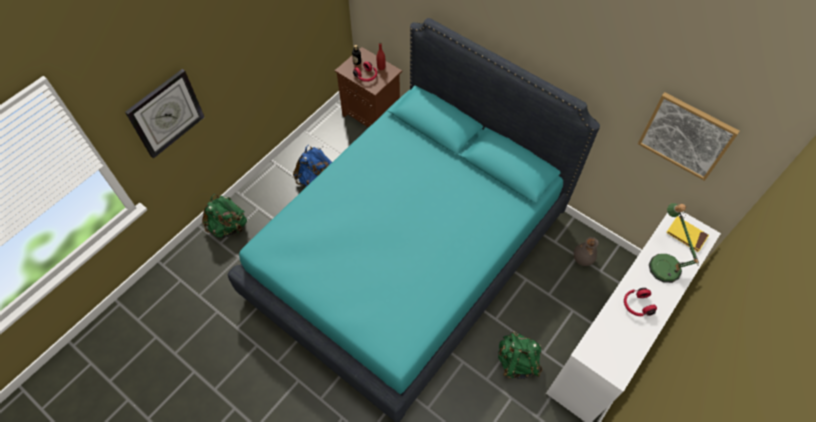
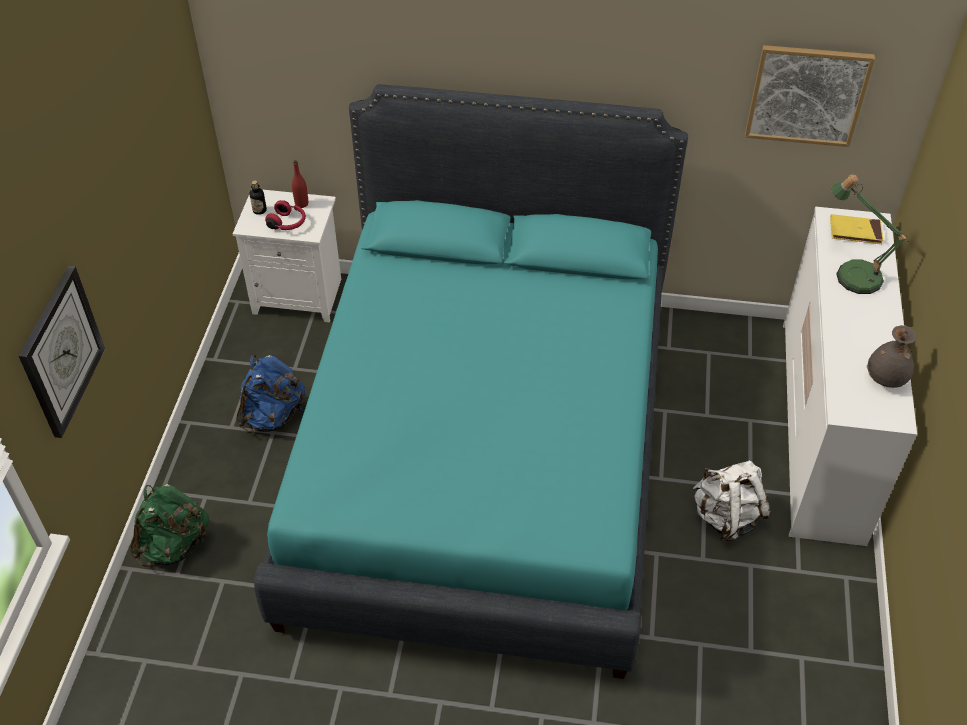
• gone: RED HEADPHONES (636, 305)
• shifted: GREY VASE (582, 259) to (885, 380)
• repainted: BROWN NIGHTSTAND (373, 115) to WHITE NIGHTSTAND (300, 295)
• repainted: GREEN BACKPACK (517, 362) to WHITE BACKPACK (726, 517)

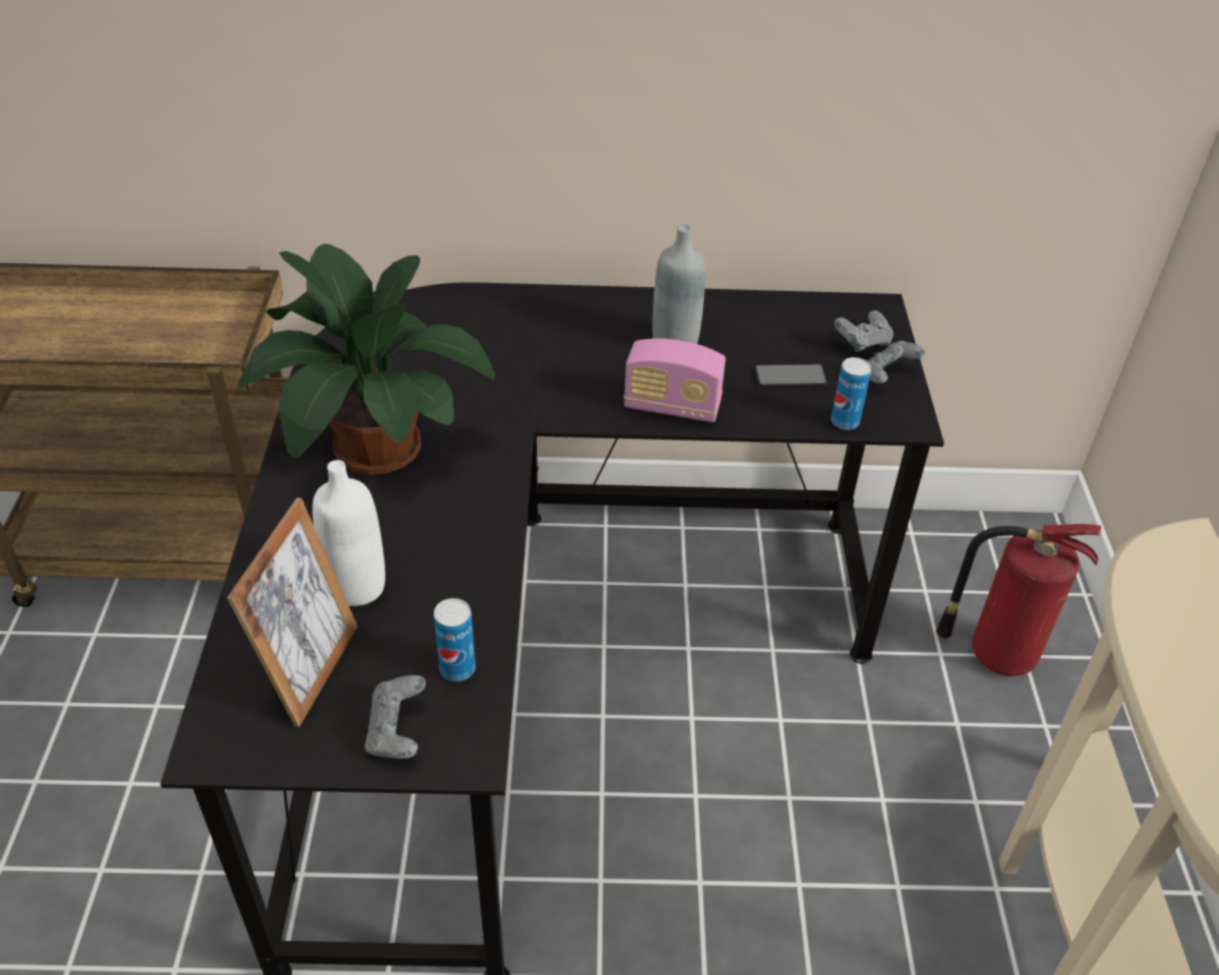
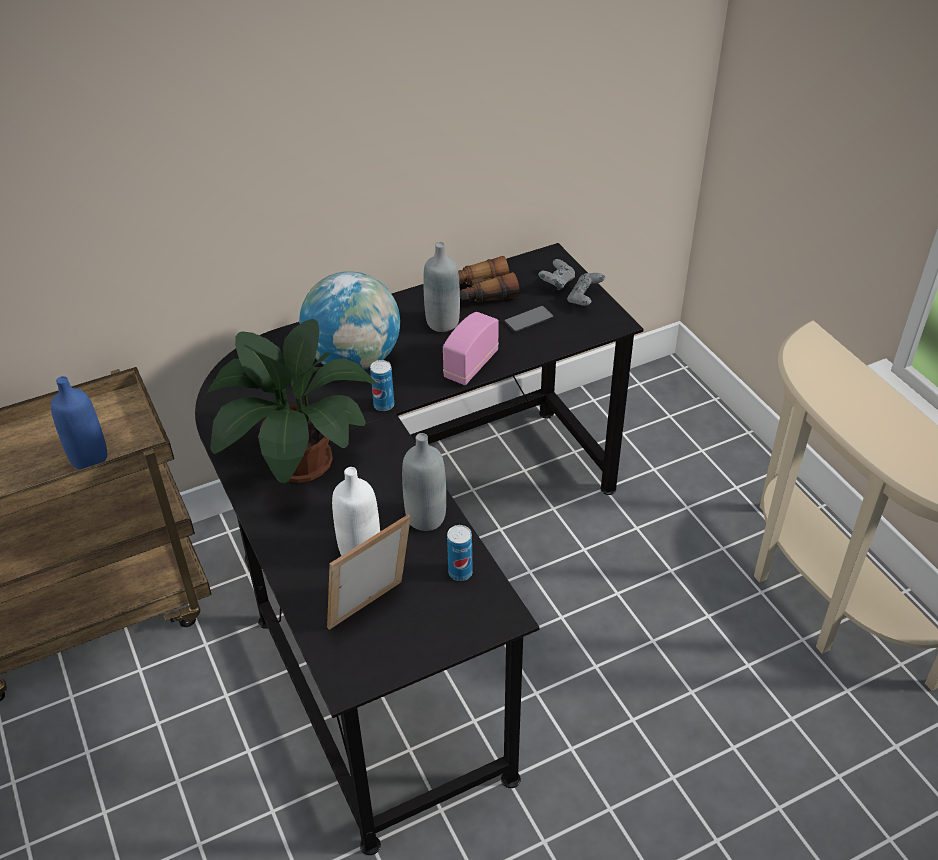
• gone: GREY GAME CONTROLLER (397, 732)
• gone: FIRE EXTINGUISHER (997, 652)
• new: BLUE BOTTLE (89, 459)
• new: GLOBE (354, 360)
• new: GREY BOTTLE (426, 517)
• new: BINOCULARS (481, 292)
• shifted: CAN (845, 422) to (384, 405)
• rotated: PICTURE FRAME (311, 670) = (372, 612) 120 degrees counterclockwise
• rotated: RADIO (672, 407) = (471, 365) 135 degrees clockwise

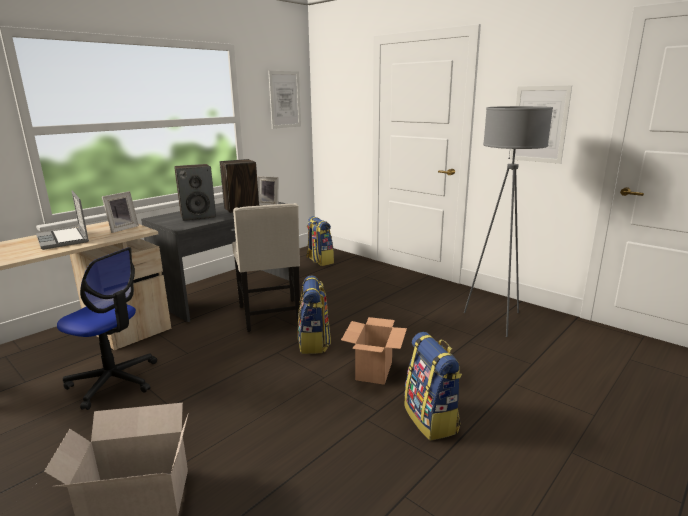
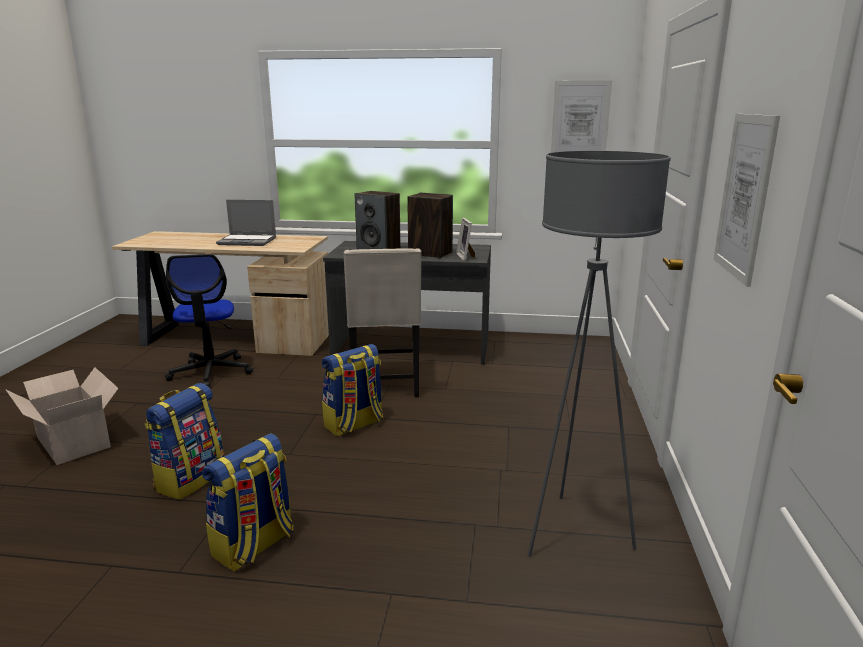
• gone: PICTURE FRAME (122, 228)
• gone: CARDBOARD BOX (374, 370)
• shifted: BACKPACK (319, 261) to (190, 479)
• rotated: LAPTOP (64, 239) = (248, 241) 105 degrees counterclockwise
• rotated: BEIGE CHAIR (271, 316) = (385, 384) 45 degrees counterclockwise

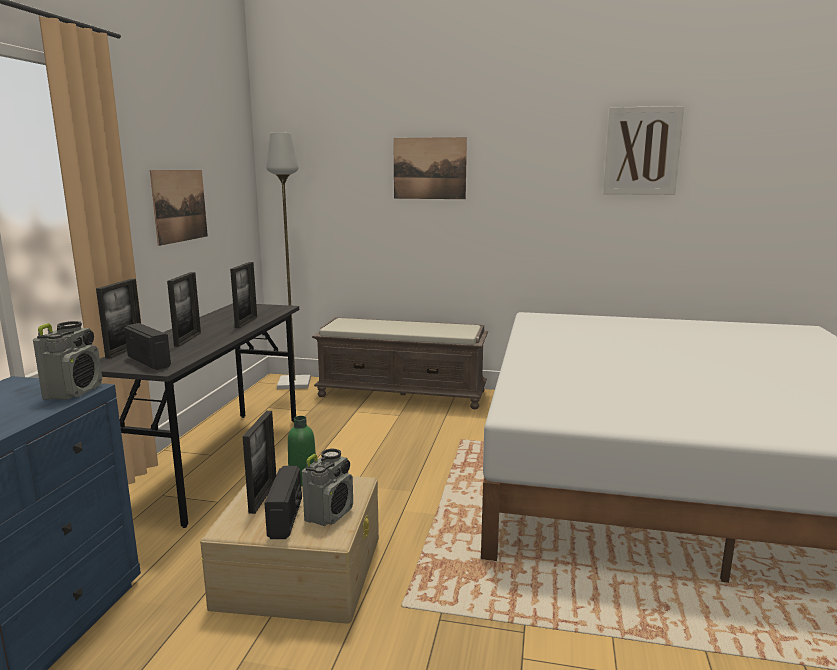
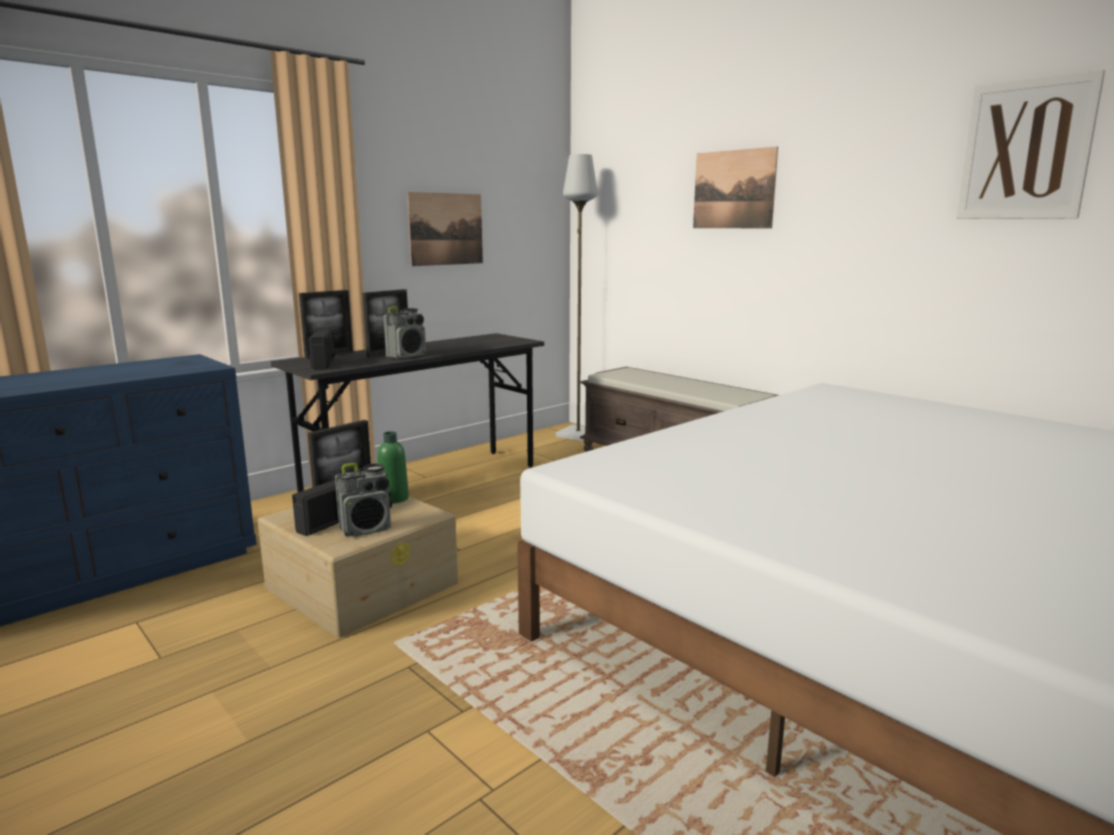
• gone: PICTURE FRAME (246, 322)
• shifted: RADIO (74, 391) to (407, 356)

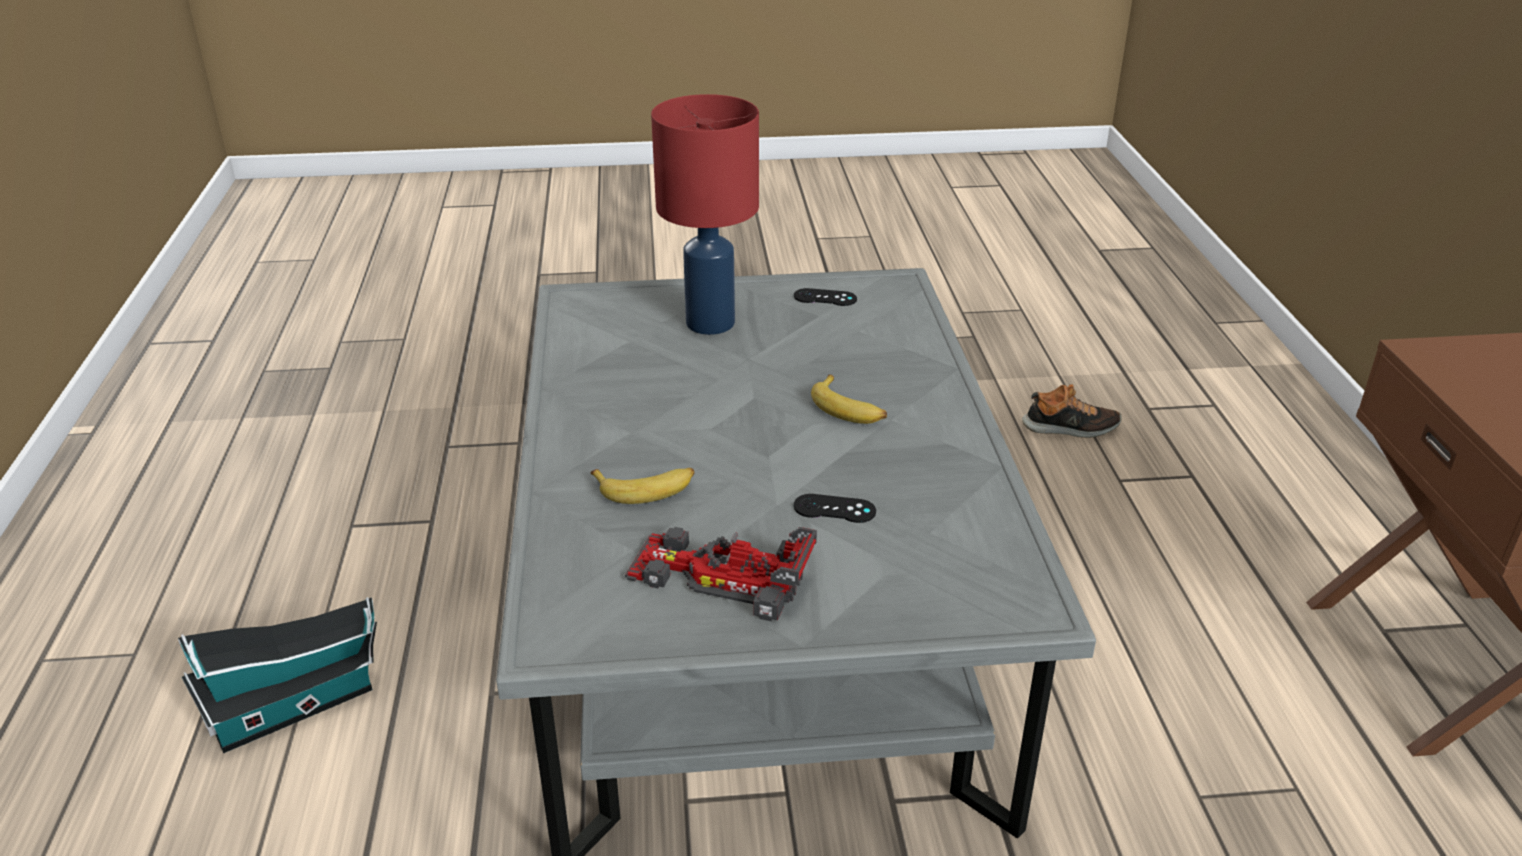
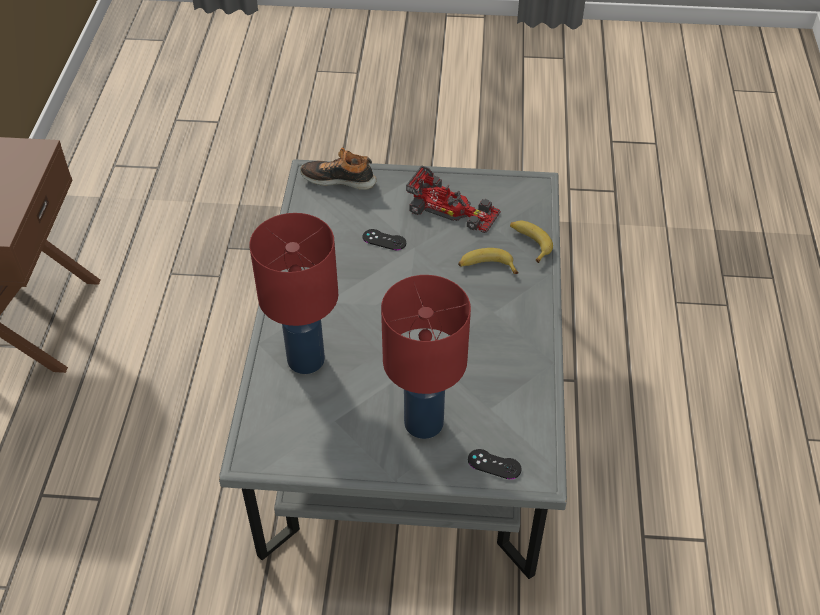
• gone: TOY HOUSE (300, 706)
• new: RED TABLE LAMP (307, 359)
• shifted: BLACK GAME CONTROLLER (825, 298) to (494, 464)
• shifted: BANANA (848, 409) to (529, 243)
• shifted: SHOE (1070, 428) to (339, 179)

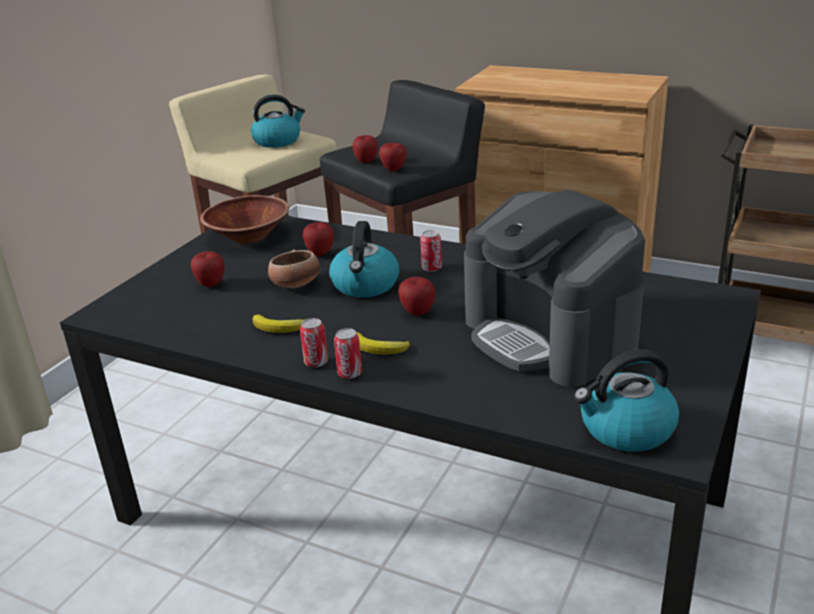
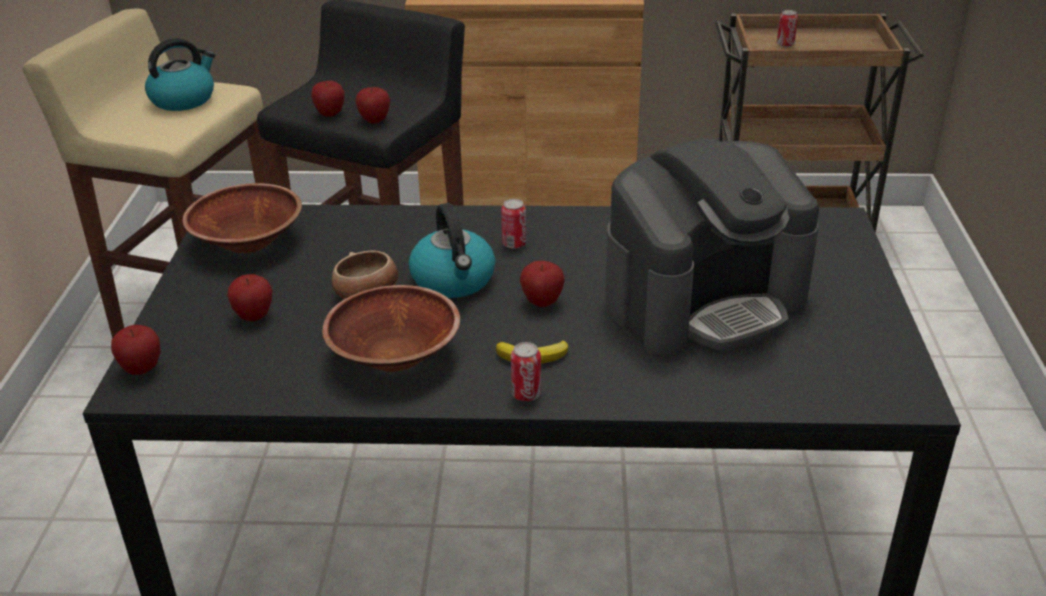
• gone: KETTLE (625, 429)
• shifted: CAN (316, 362) to (785, 45)
• shifted: APPLE (320, 253) to (142, 369)
• swapped: BANANA (280, 328) to BROWN BOWL (395, 356)
• rotated: COFFEE MACHINE (550, 336) = (704, 301) 60 degrees counterclockwise

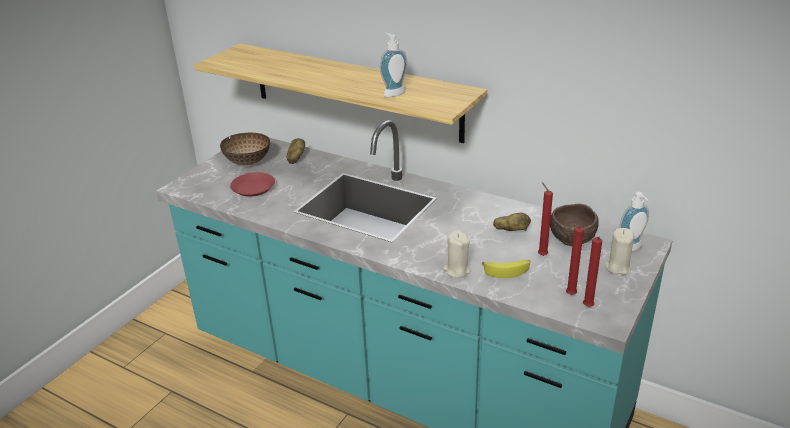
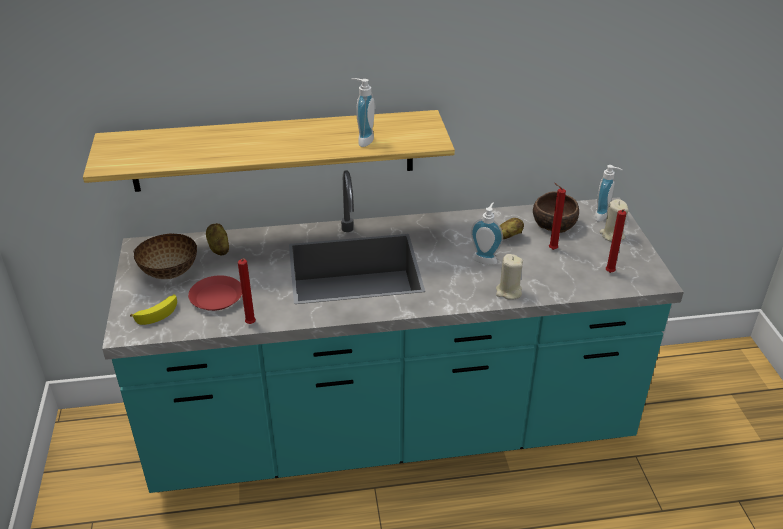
• new: SOAP DISPENSER (485, 259)
• shifted: BANANA (507, 270) to (158, 312)
• shifted: RED CANDLE (587, 307) to (251, 325)

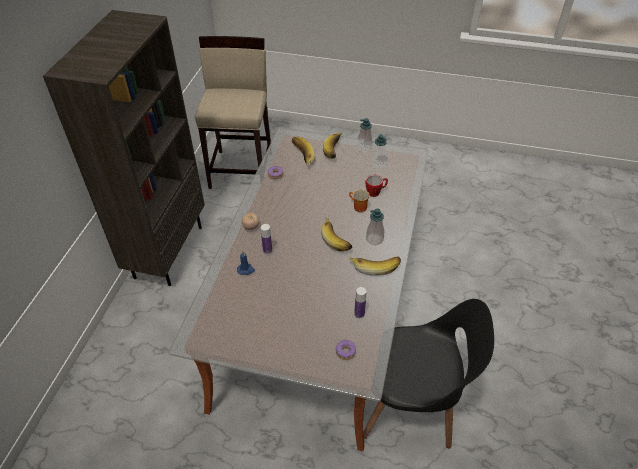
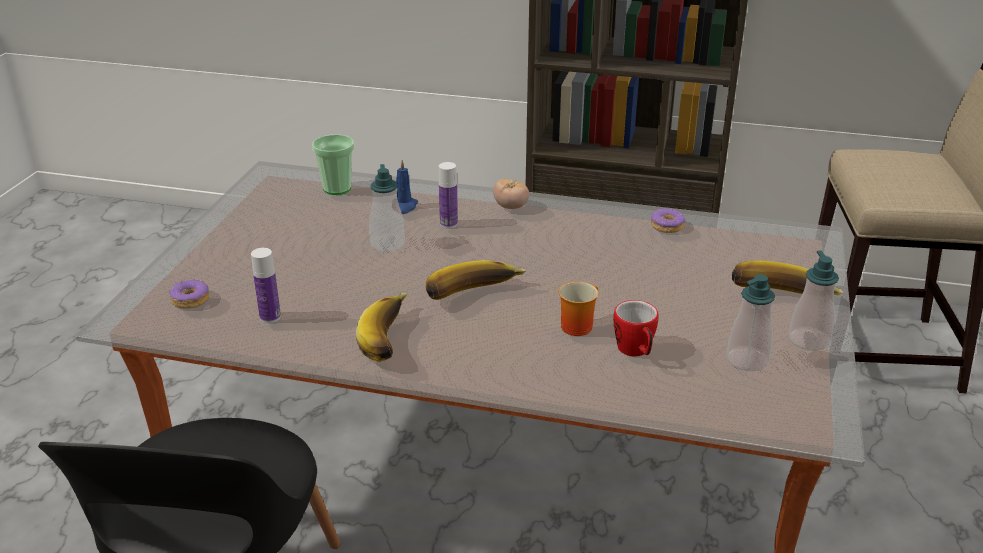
• gone: BANANA (301, 157)
• new: CUP (337, 188)
• shifted: SOAP DISPENSER (374, 239) to (387, 244)

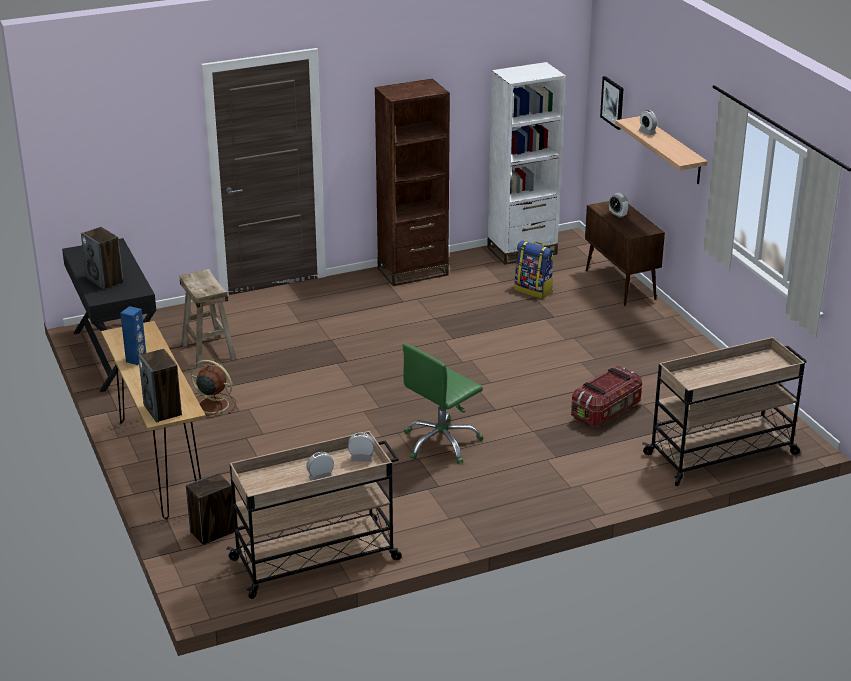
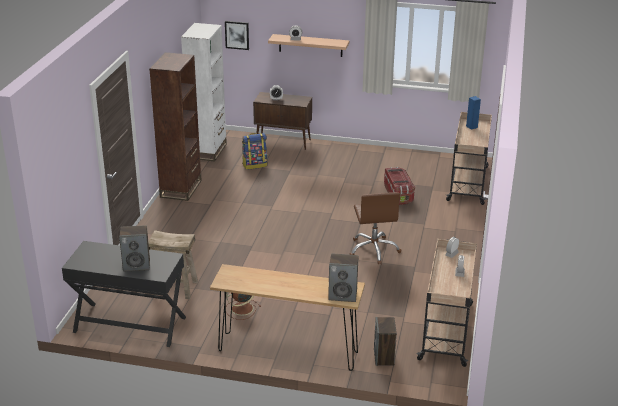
• shifted: BLUE SPEAKER (136, 360) to (472, 127)
• repainted: GREEN OFFICE CHAIR (441, 443) to BROWN OFFICE CHAIR (374, 250)

